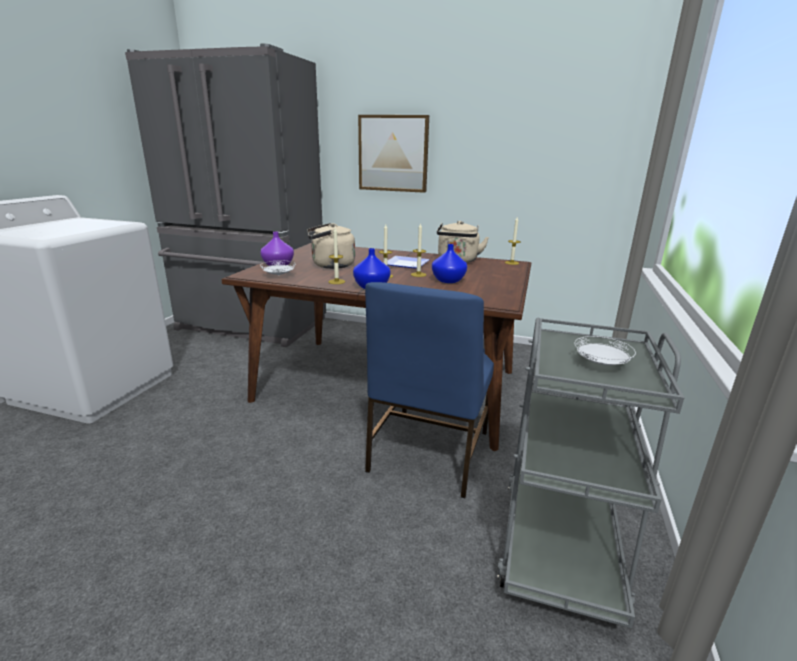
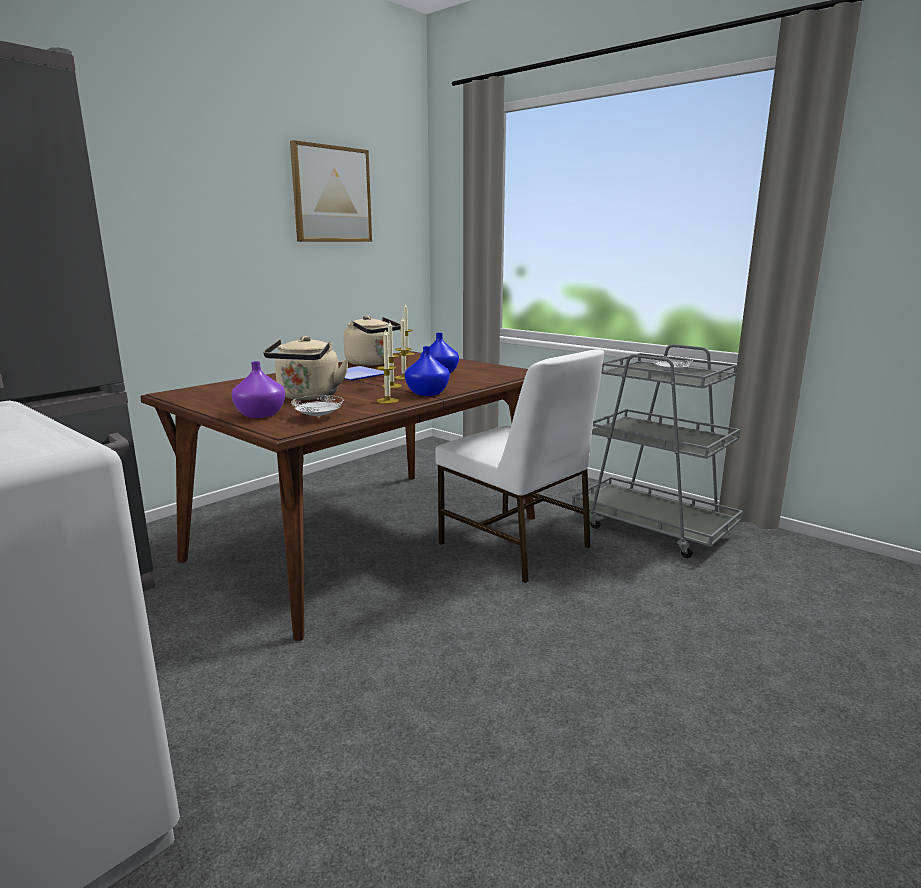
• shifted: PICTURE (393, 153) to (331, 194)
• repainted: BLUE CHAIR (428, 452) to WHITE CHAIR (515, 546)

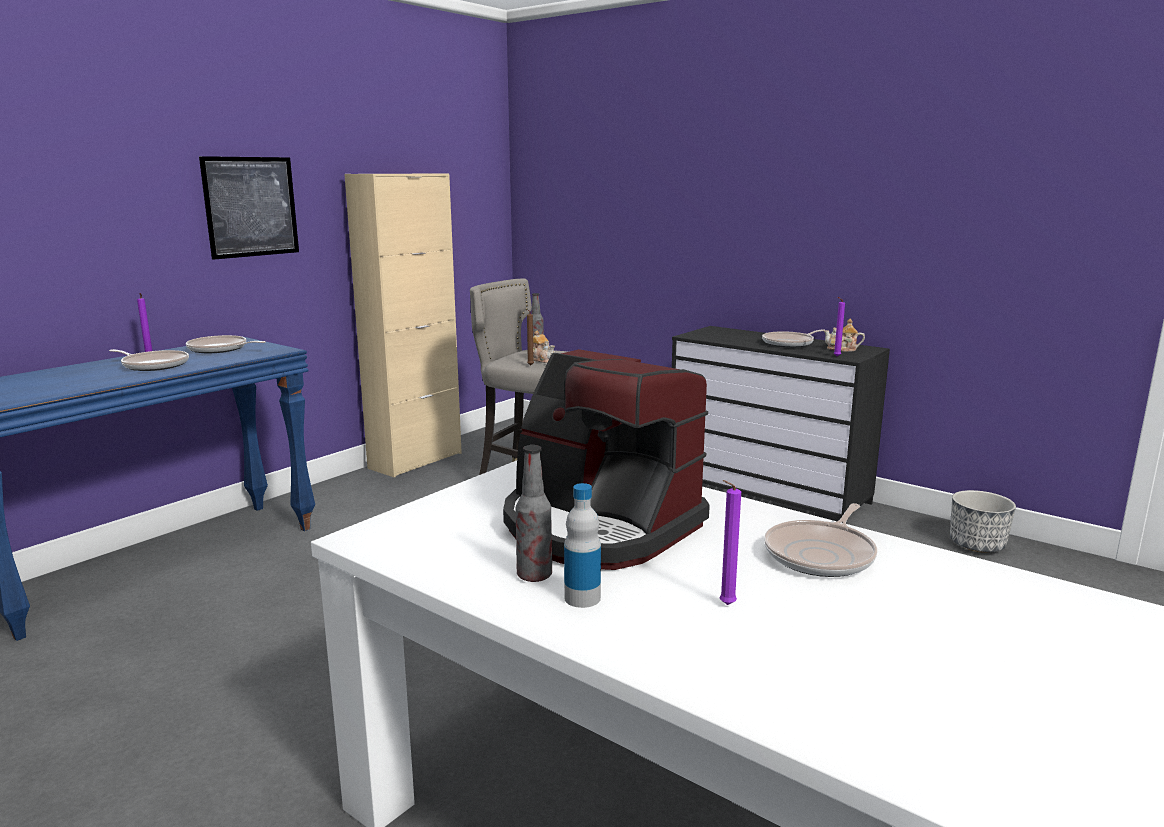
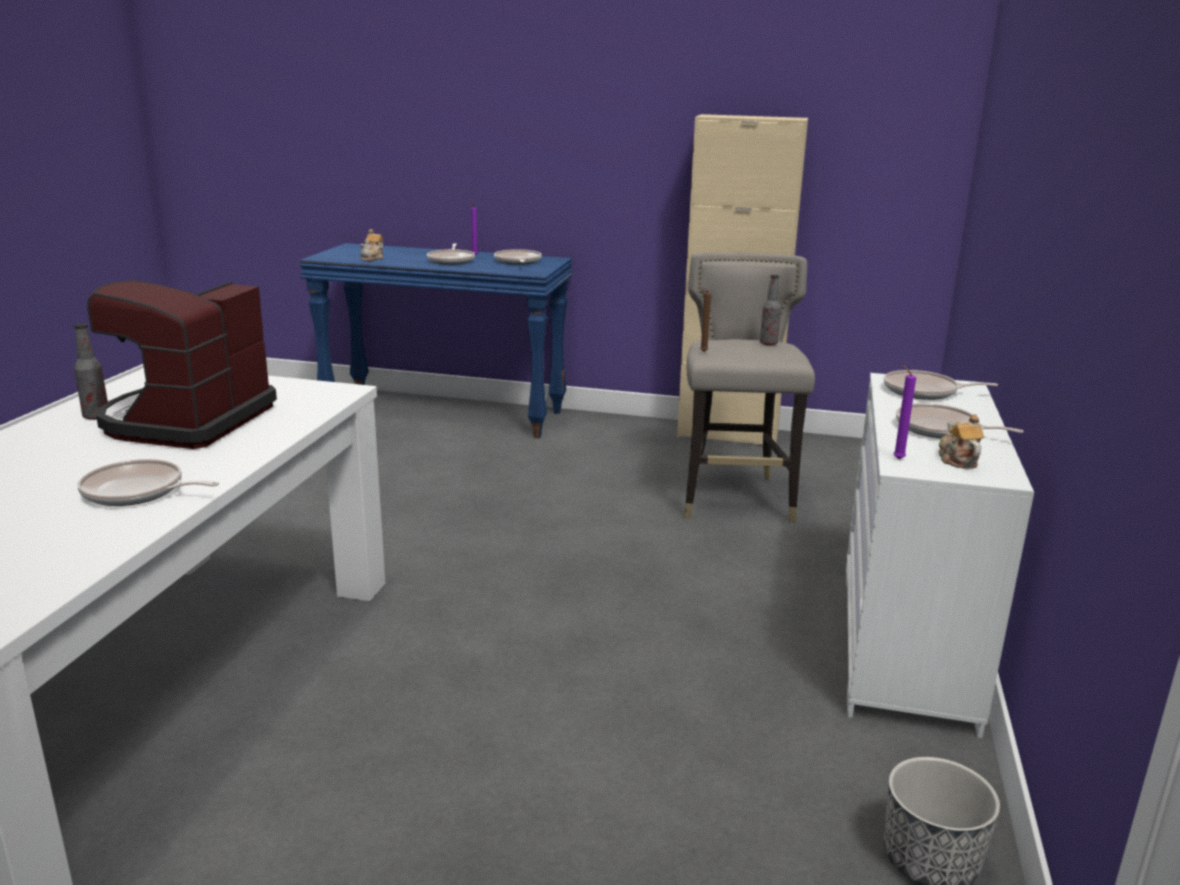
• gone: PICTURE (251, 207)
• gone: BOTTLE (582, 598)
• gone: PURPLE CANDLE (725, 605)
• new: FRYING PAN (924, 391)
• shifted: TEAPOT (542, 360) to (373, 258)
• repainted: BLACK DRESSER (768, 492) to WHITE DRESSER (907, 641)

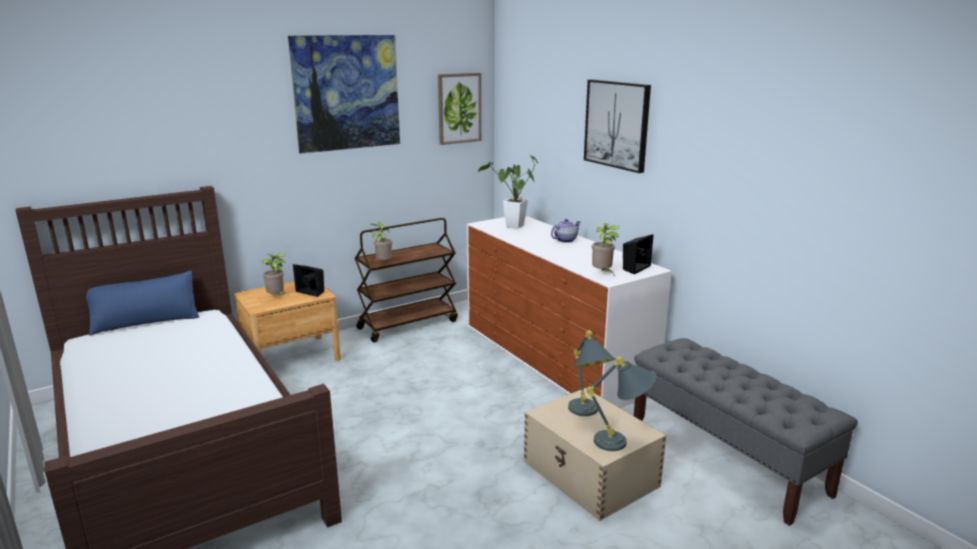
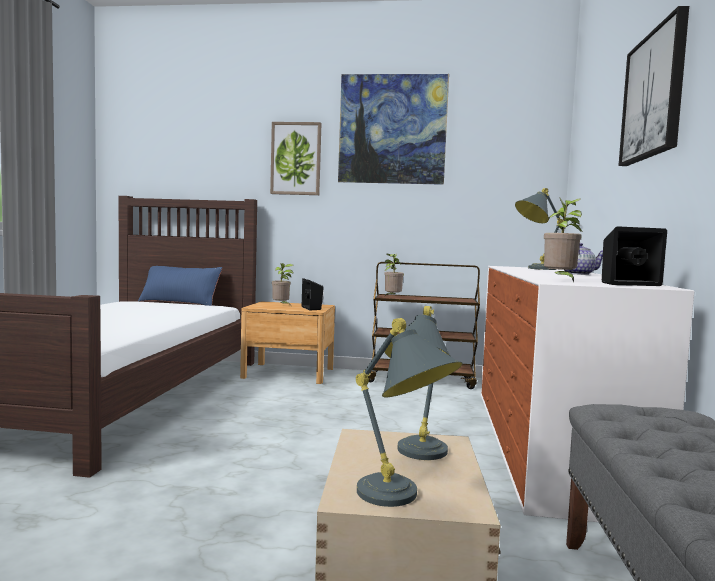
• shifted: PICTURE (459, 108) to (296, 159)
• swapped: POTTED PLANT (513, 227) to GREY TABLE LAMP (533, 268)

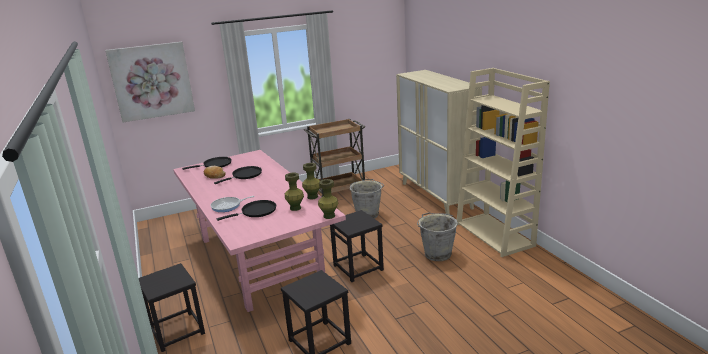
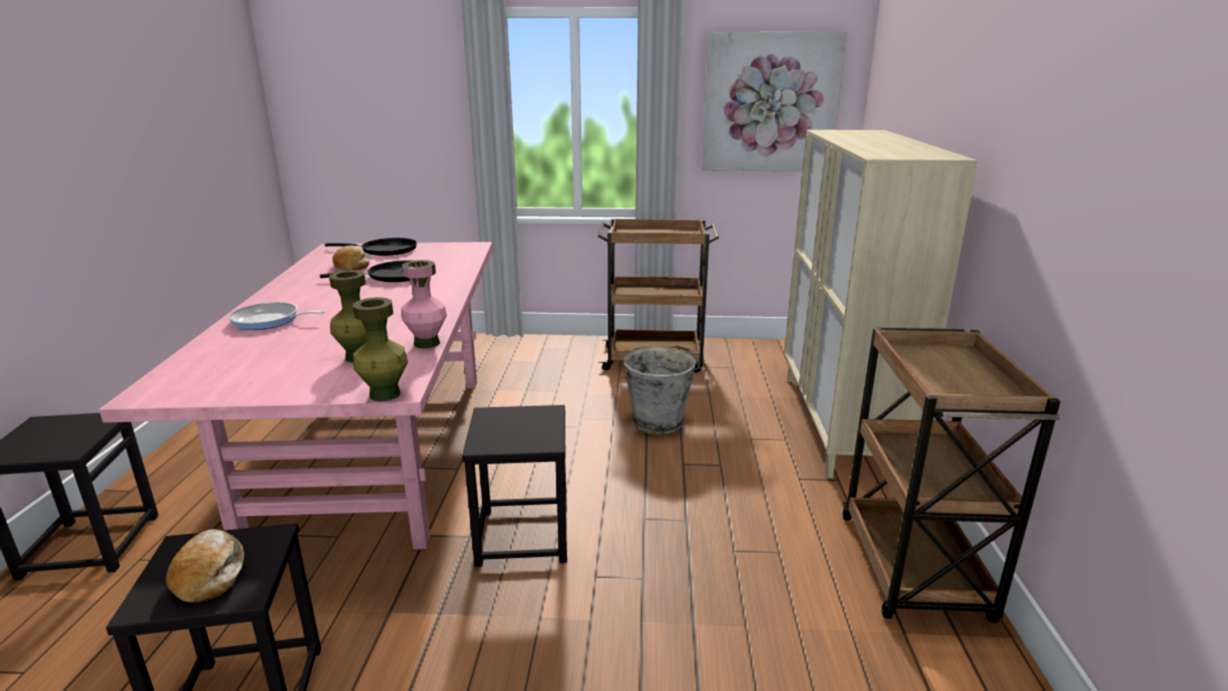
• gone: BLACK FRYING PAN (256, 212)
• gone: GREY BUCKET (437, 254)
• new: BREAD (209, 574)
• shifted: PICTURE (152, 81) to (770, 103)
• swapped: BEIGE BOOKCASE (495, 235) to BROWN CART (914, 569)
• repainted: GREEN VASE (312, 197) to PINK VASE (427, 343)

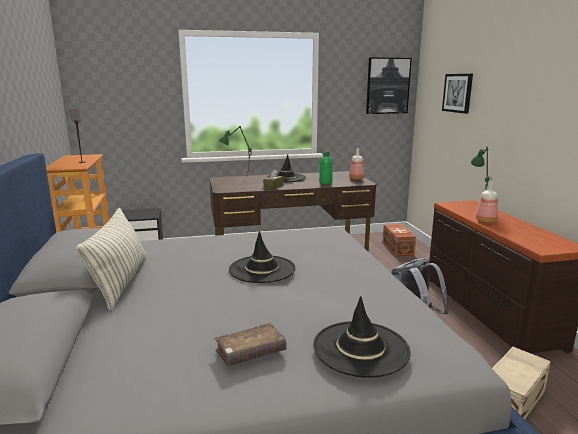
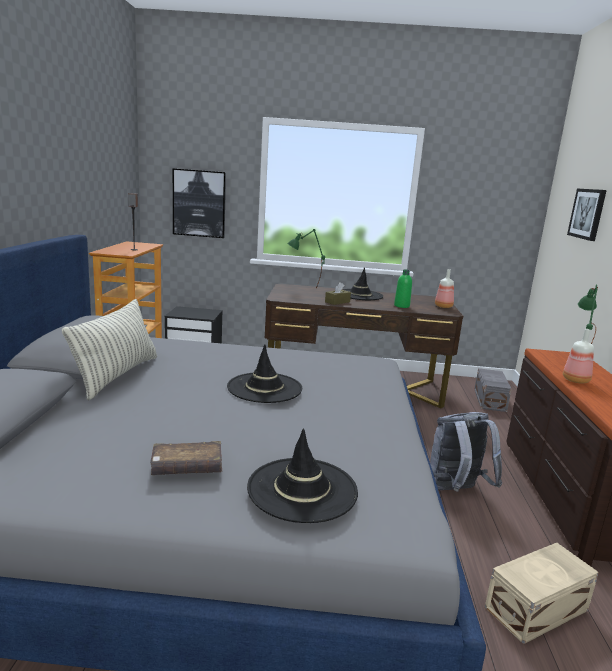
• shifted: PICTURE (387, 86) to (199, 203)
• repainted: BROWN STORAGE BOX (397, 248) to GREY STORAGE BOX (489, 400)

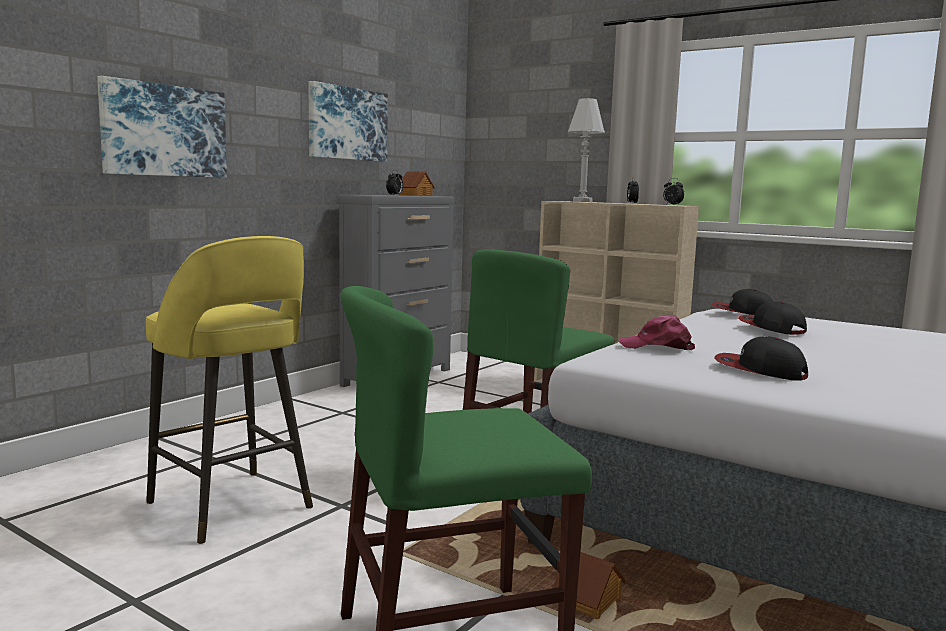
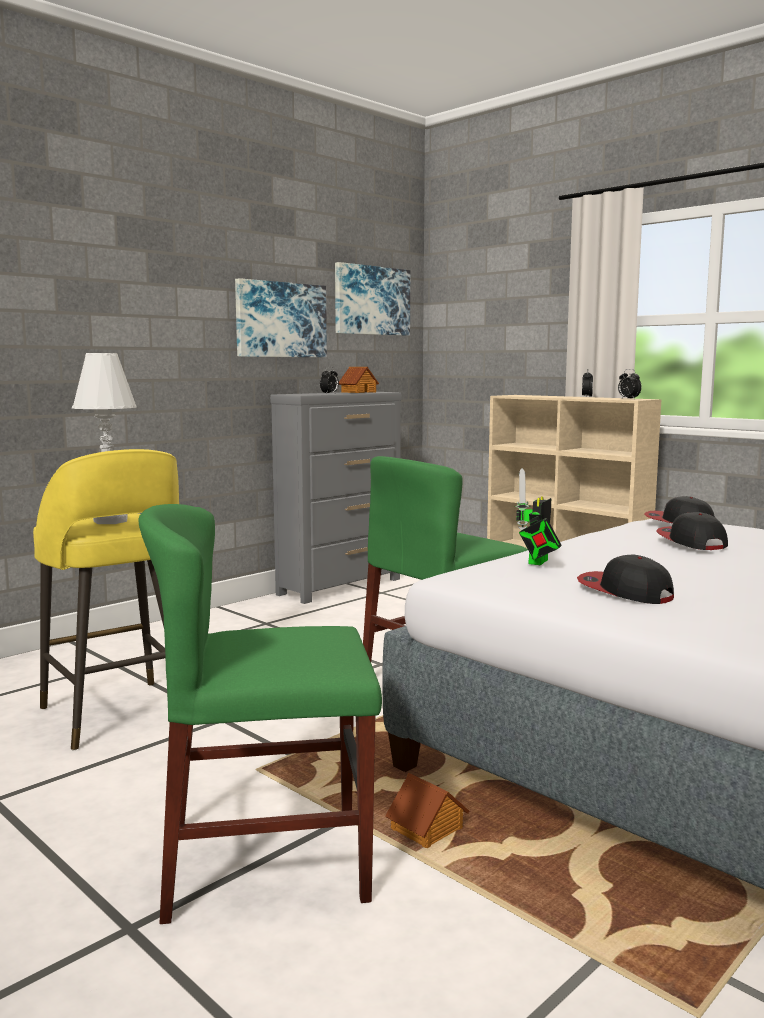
• shifted: PICTURE (164, 130) to (371, 300)
• shifted: WHITE TABLE LAMP (582, 201) to (110, 521)
• swapped: PINK CAP (657, 346) to TOY ROBOT (536, 563)

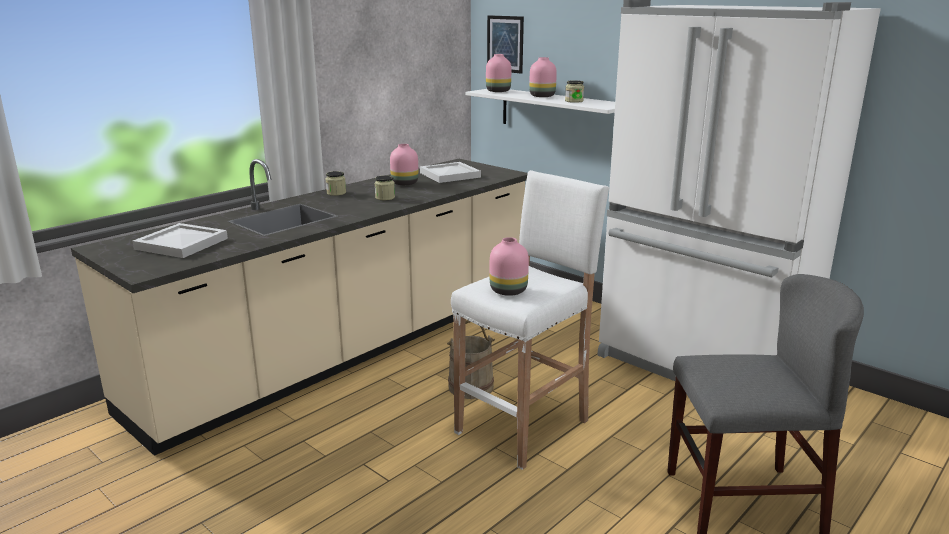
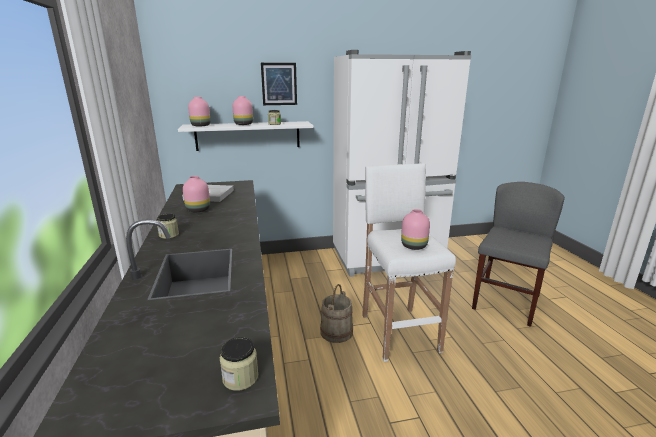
• gone: WHITE TRAY (183, 243)
• shifted: JAR (385, 198) to (240, 377)
• shifted: PICTURE (505, 44) to (279, 84)

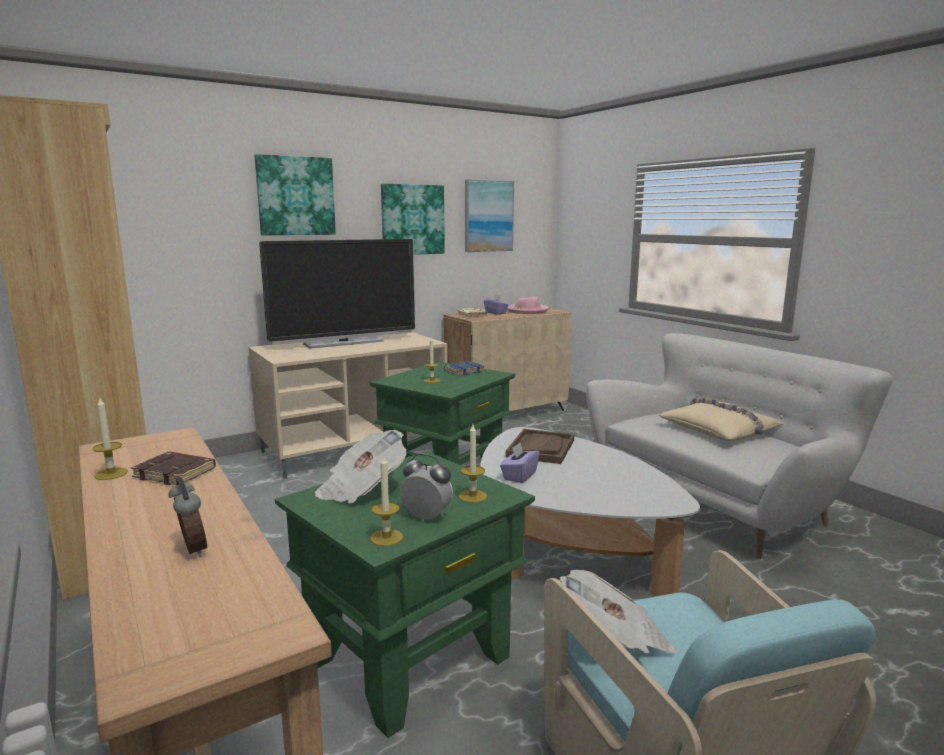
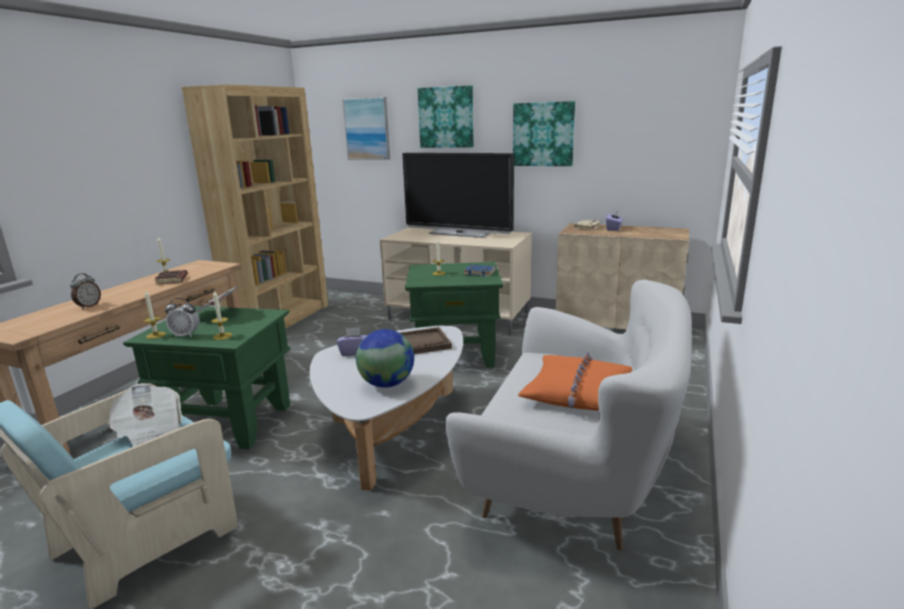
• gone: PINK HAT (527, 311)
• new: GLOBE (387, 384)
• shifted: PICTURE (488, 216) to (367, 129)
• repainted: BEIGE PILLOW (720, 430) to ORANGE PILLOW (578, 393)
• rotated: ALARM CLOCK (426, 517) = (185, 335) 105 degrees clockwise

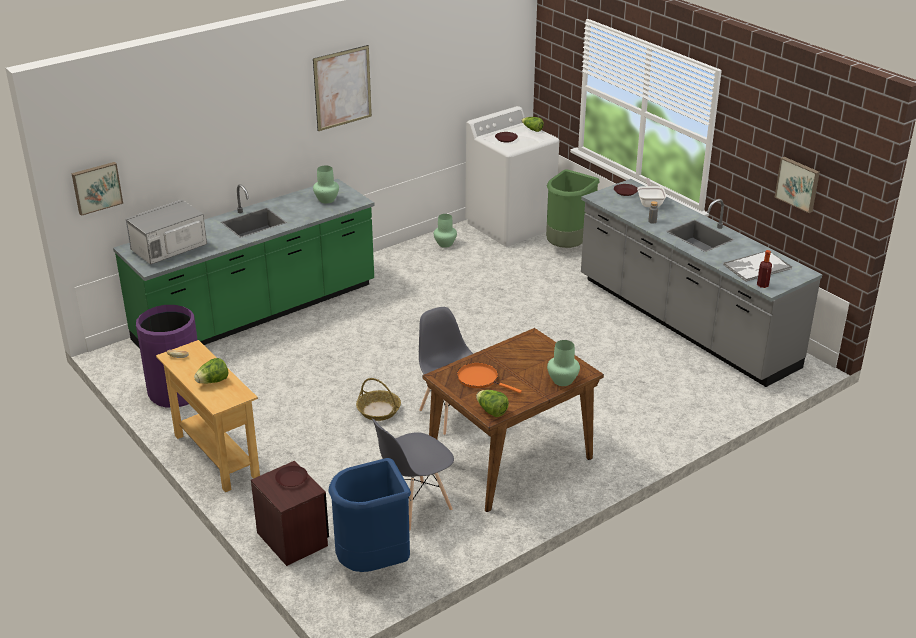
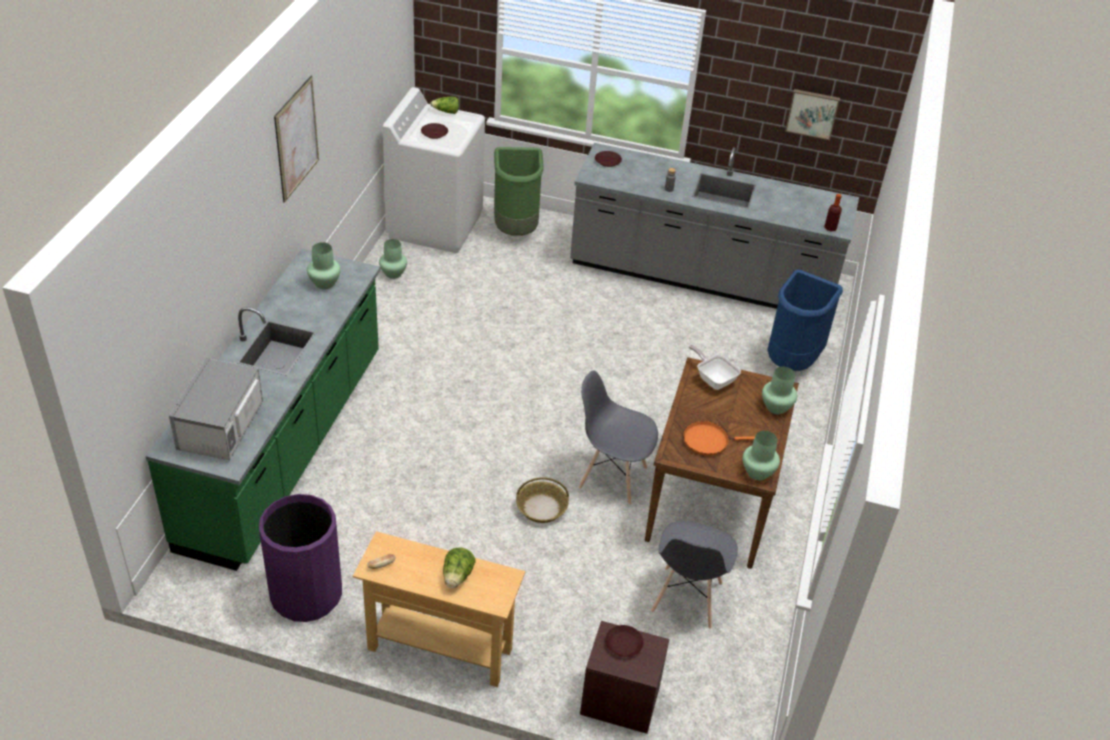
• gone: PICTURE (96, 187)
• gone: TRAY (756, 267)
• shifted: BLUE TRASH CAN (374, 563) to (792, 362)
• shifted: FRYING PAN (650, 202) to (713, 379)
• swapped: LETTUCE (491, 411) to GREEN VASE (758, 473)

